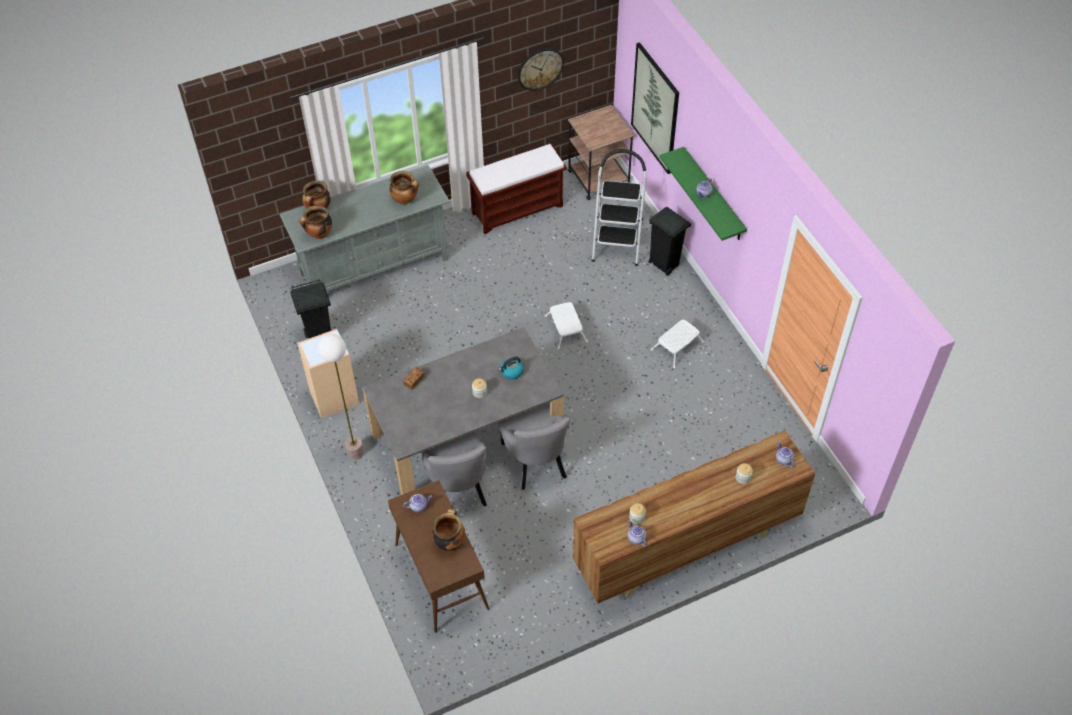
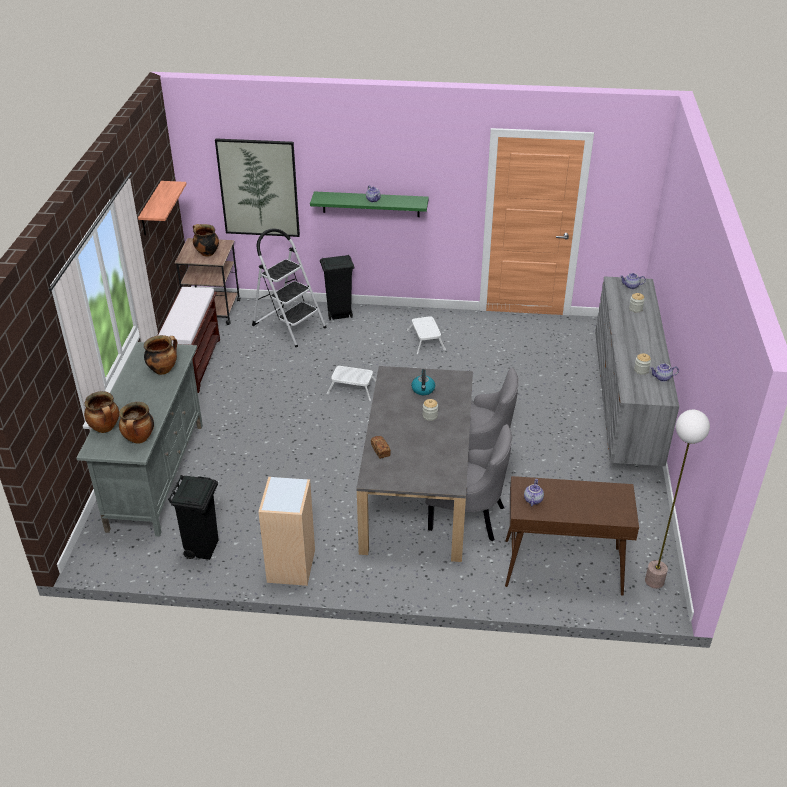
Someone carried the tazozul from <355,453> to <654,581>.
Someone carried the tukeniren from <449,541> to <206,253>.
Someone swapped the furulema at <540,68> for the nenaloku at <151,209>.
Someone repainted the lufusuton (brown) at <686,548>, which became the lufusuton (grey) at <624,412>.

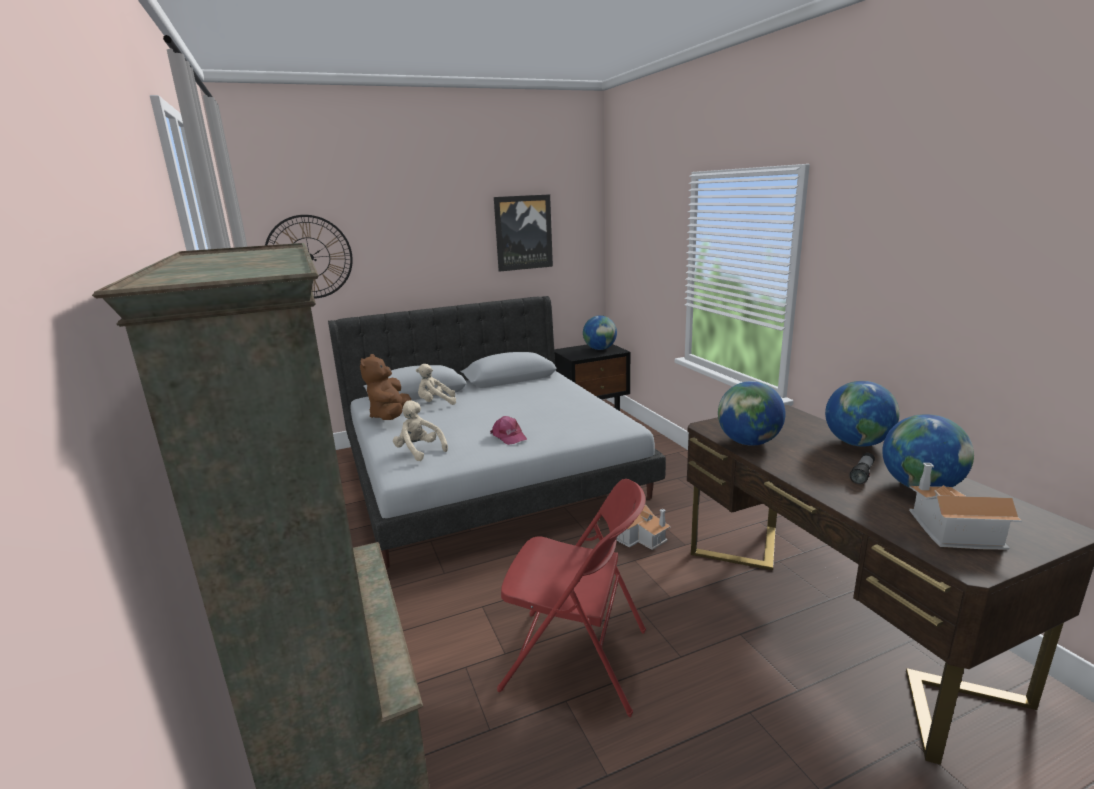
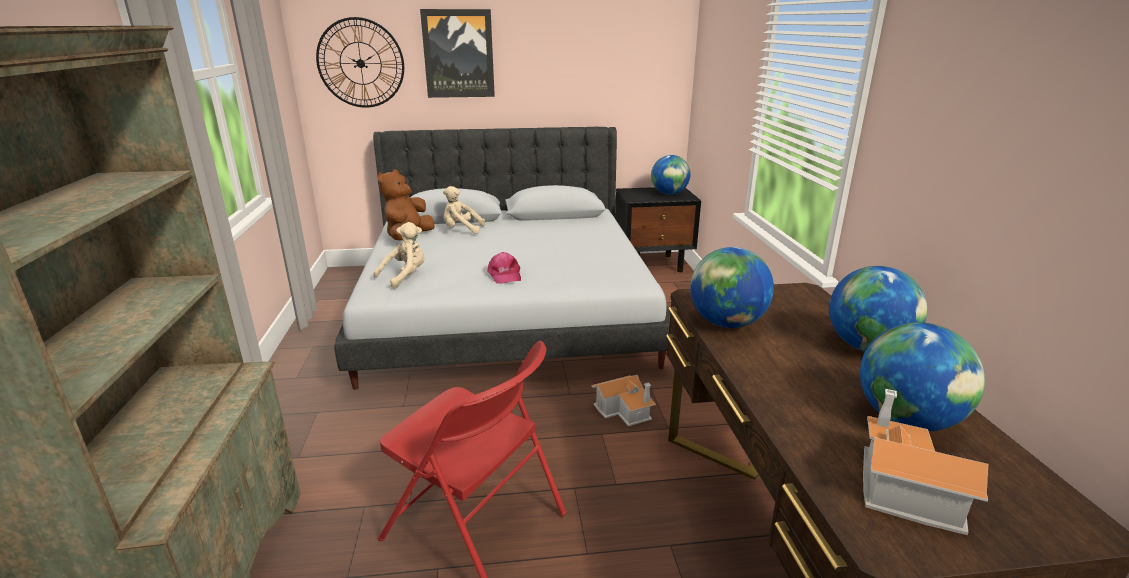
Someone took away the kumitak at <862,474>.
Someone carried the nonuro from <523,232> to <458,54>.
Someone rotated the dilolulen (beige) at <419,451> by 75 degrees clockwise.

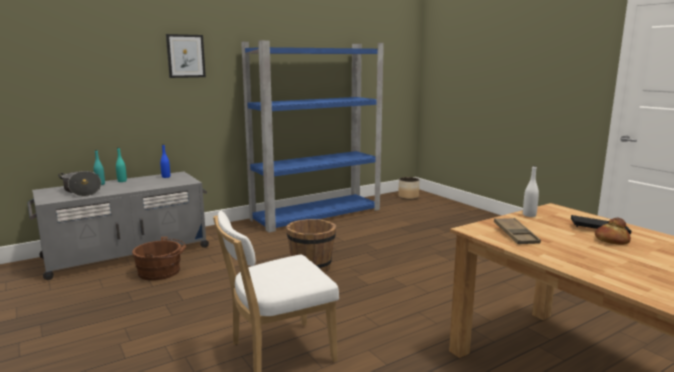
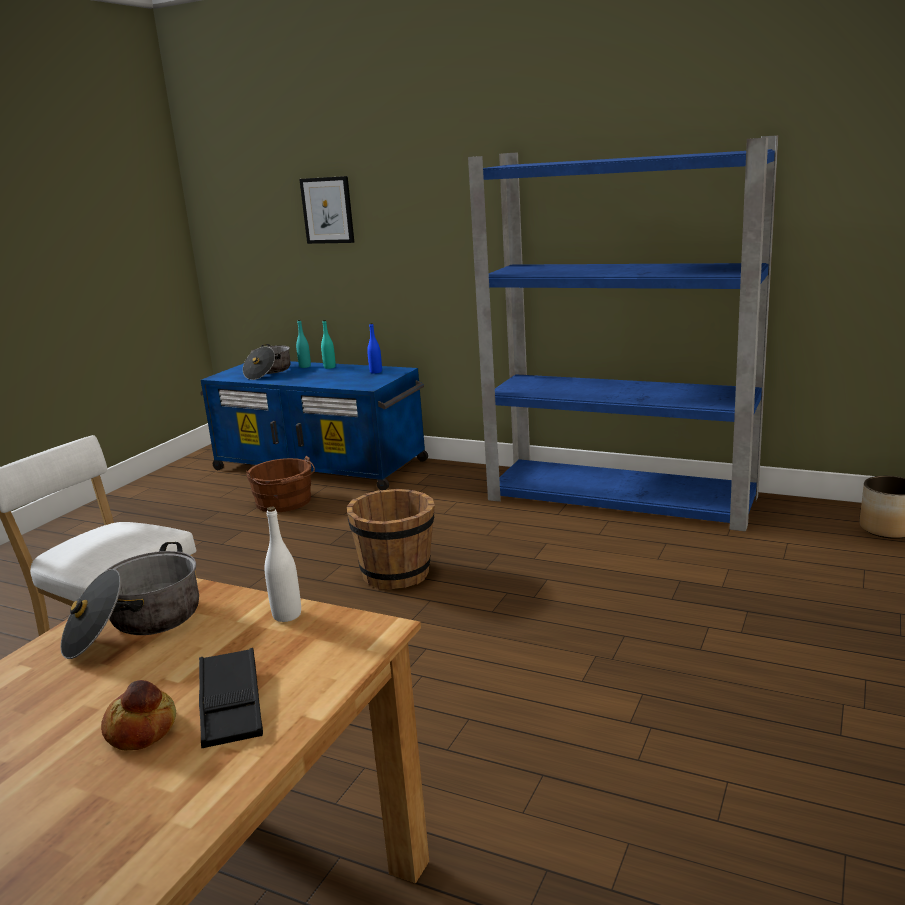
Someone carried the nonuro from <186,56> to <327,210>.
Someone swapped the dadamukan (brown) at <515,235> for the tukeniren at <136,625>.
Someone repainted the lufusuton (grey) at <128,252>, which became the lufusuton (blue) at <320,465>.

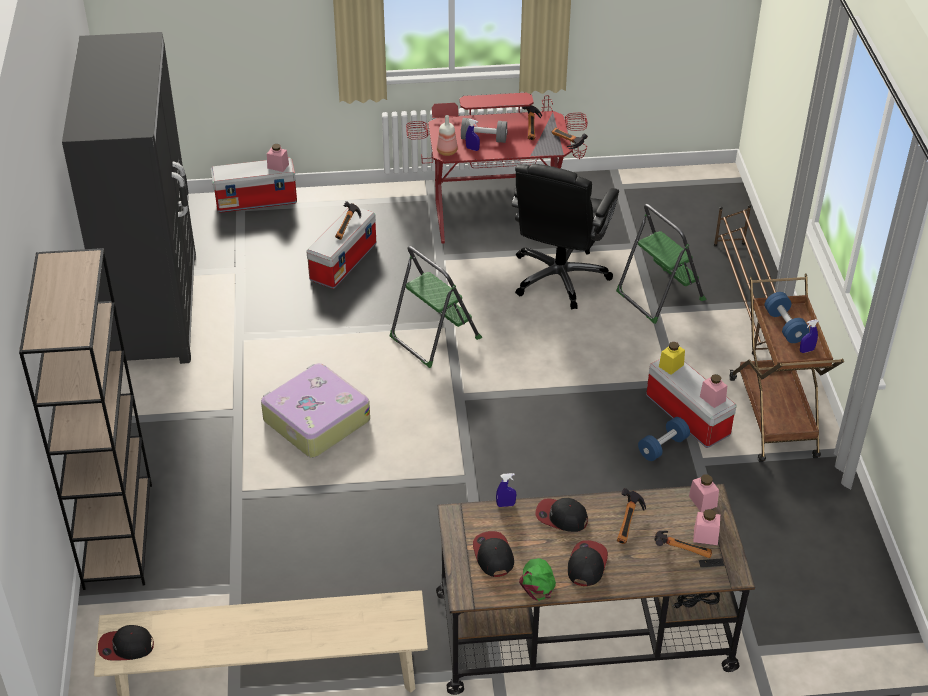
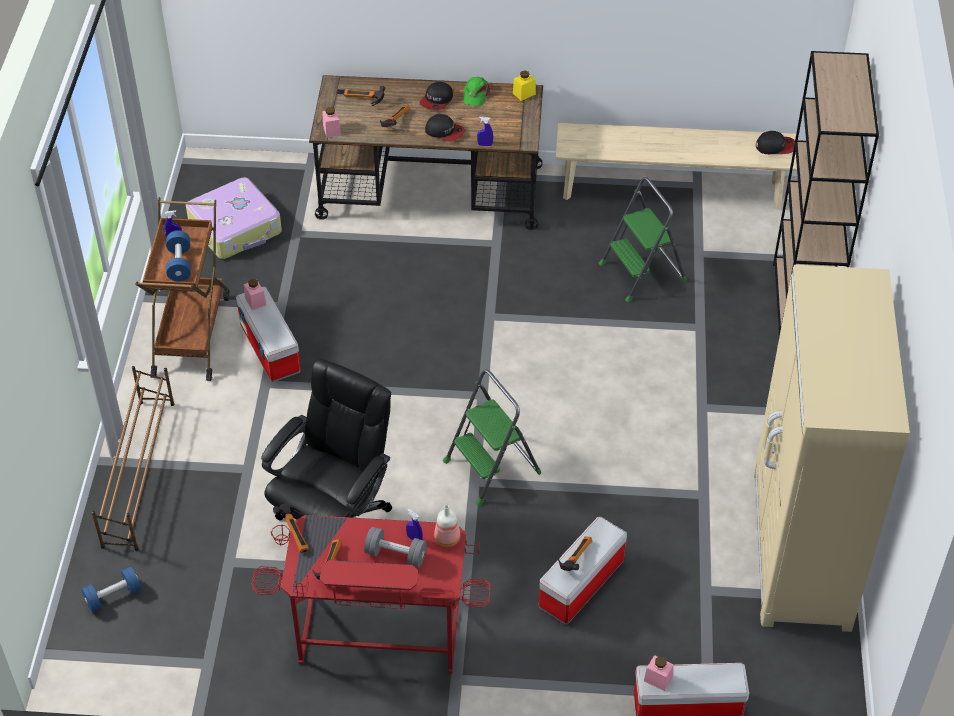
Someone took away the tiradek at <493,555>.
Someone took away the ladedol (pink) at <705,536>.
Someone carried the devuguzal from <315,420> to <236,228>.
Someone carried the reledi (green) from <657,296> to <645,271>.
Someone carried the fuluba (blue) from <663,447> to <113,596>.
Someone carried the ladedol (yellow) from <671,366> to <524,93>.
Someone repainted the lufusuton (black) at <156,306>, which became the lufusuton (beige) at <799,548>.

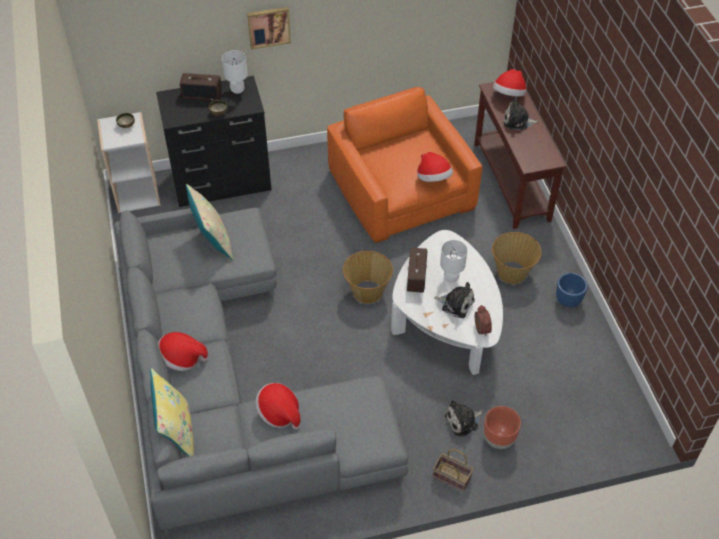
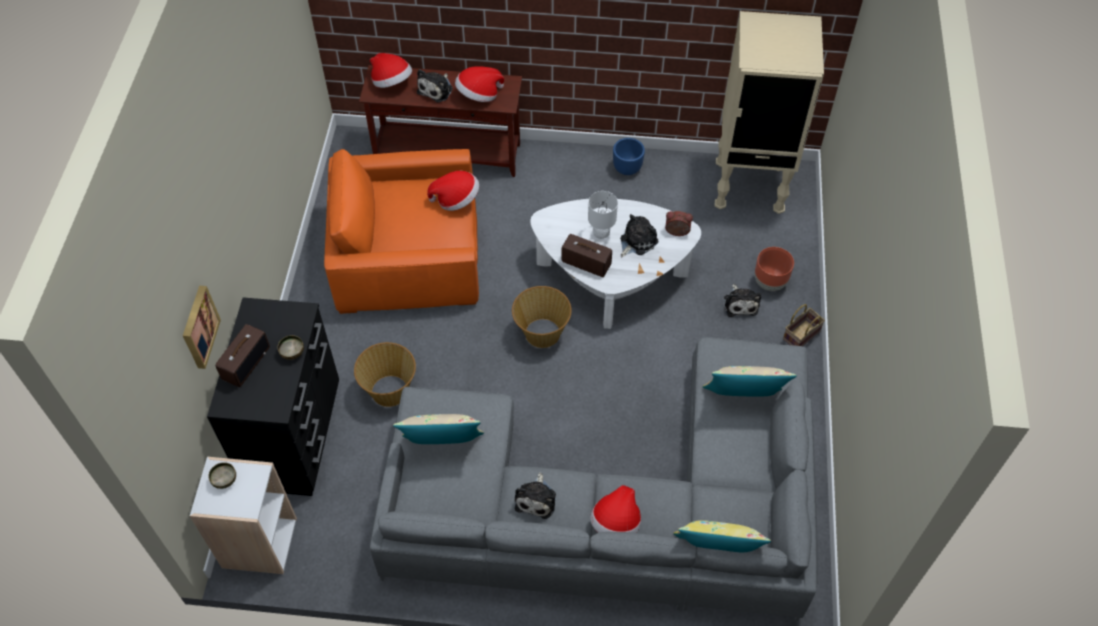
Someone took away the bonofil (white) at <238,91>.
Someone put down the dilolulen at <536,499>.
Someone put down the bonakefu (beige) at <742,400>.
Someone put down the lufusuton (beige) at <750,186>.
Someone carried the nonuro from <268,26> to <198,327>.
Someone carried the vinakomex from <279,413> to <479,95>.
Someone carried the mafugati from <512,272> to <389,390>.

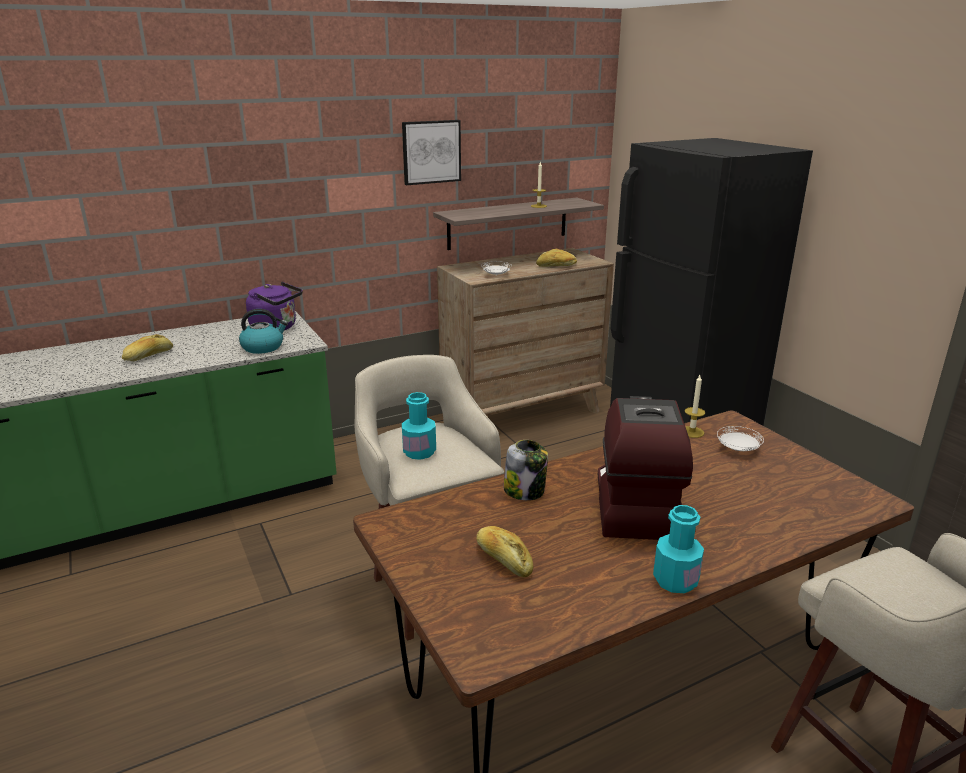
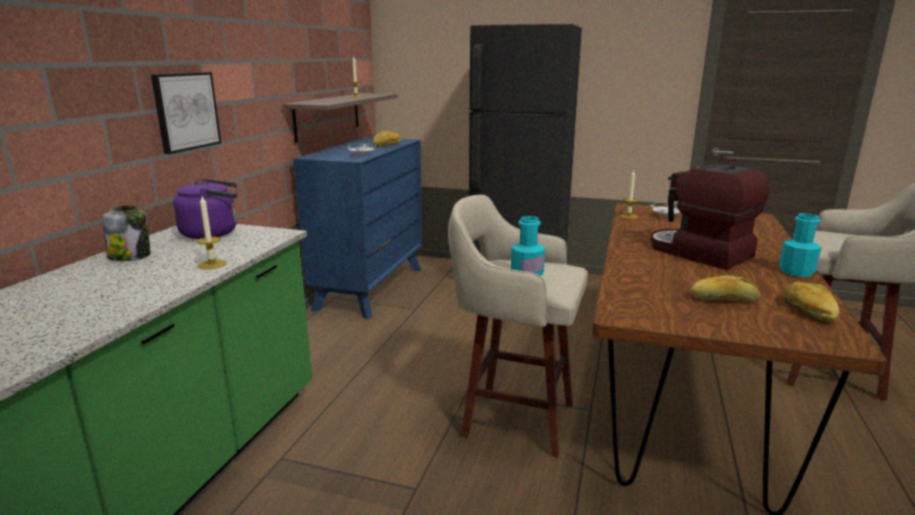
Someone took away the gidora at <263,347>.
Someone put down the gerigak at <212,264>.
Someone carried the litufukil from <148,356> to <808,311>.
Someone carried the nonuro from <431,152> to <186,111>.
Someone carried the ladedol from <525,491> to <131,256>.
Someone repainted the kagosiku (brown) at <522,413>, which became the kagosiku (blue) at <370,288>.

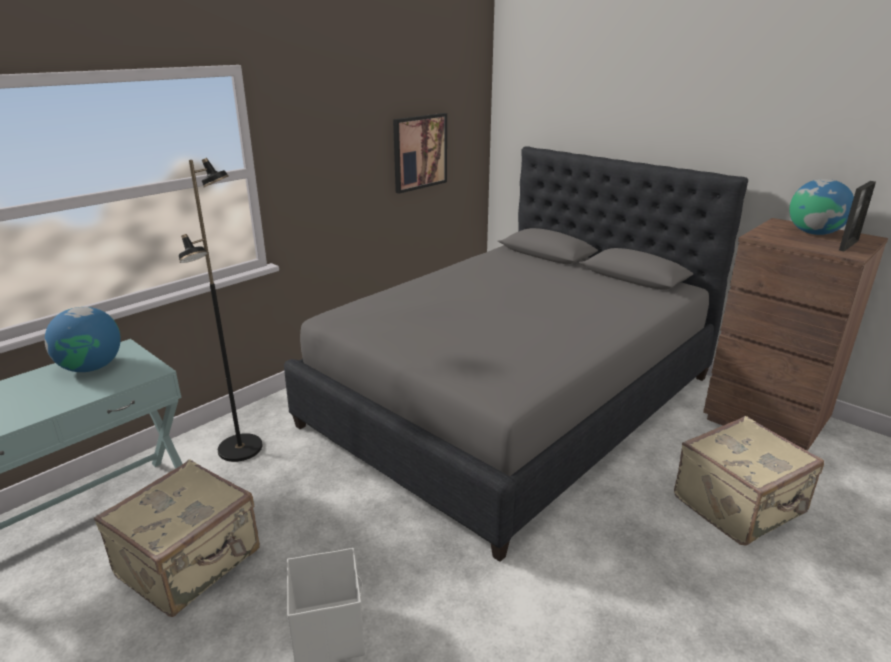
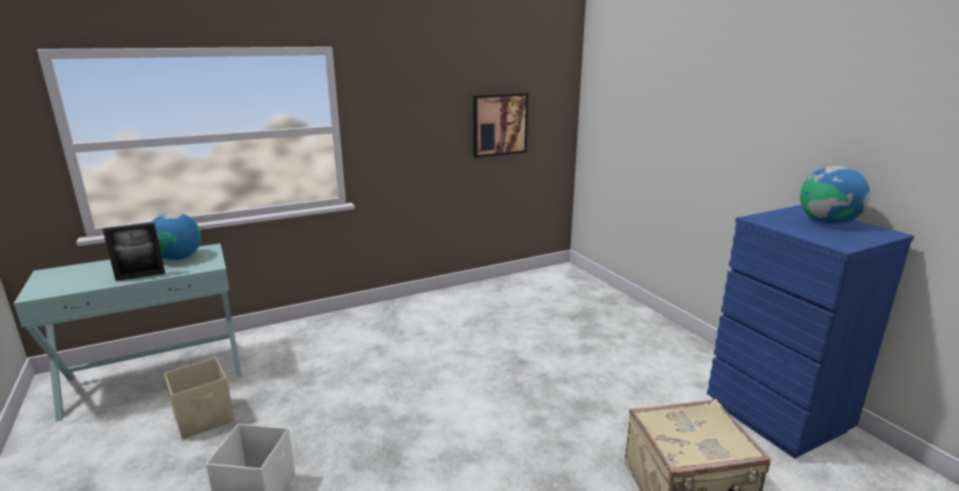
Someone took away the tazozul (black) at <241,448>.
Someone took away the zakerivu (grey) at <514,400>.
Someone carried the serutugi from <848,245> to <140,276>.
Someone swapped the devuguzal (beige) at <191,563> for the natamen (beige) at <205,418>.
Someone repainted the kagosiku (brown) at <766,420>, which became the kagosiku (blue) at <779,416>.

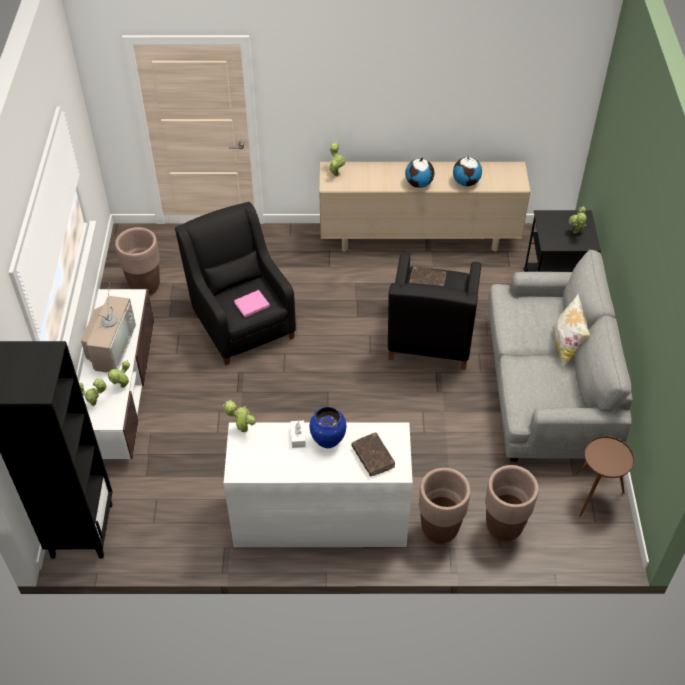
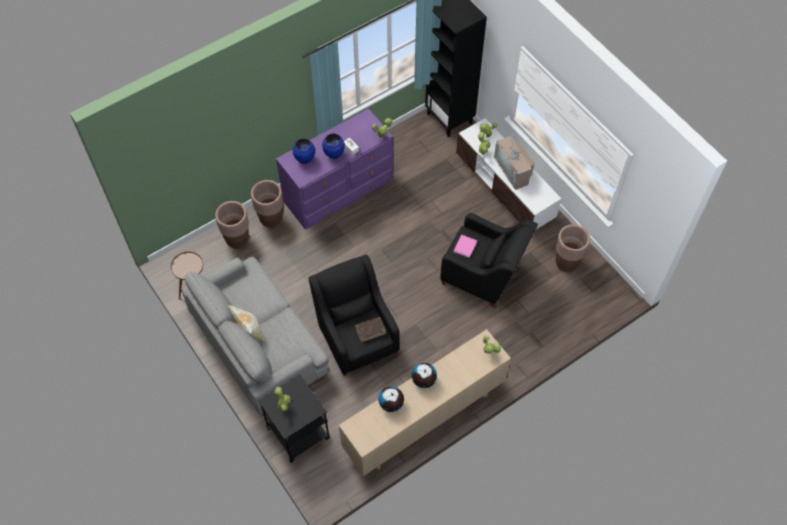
Someone swapped the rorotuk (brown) at <373,457> for the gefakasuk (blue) at <304,159>.
Someone repainted the kagosiku (white) at <319,516>, which became the kagosiku (purple) at <339,190>.

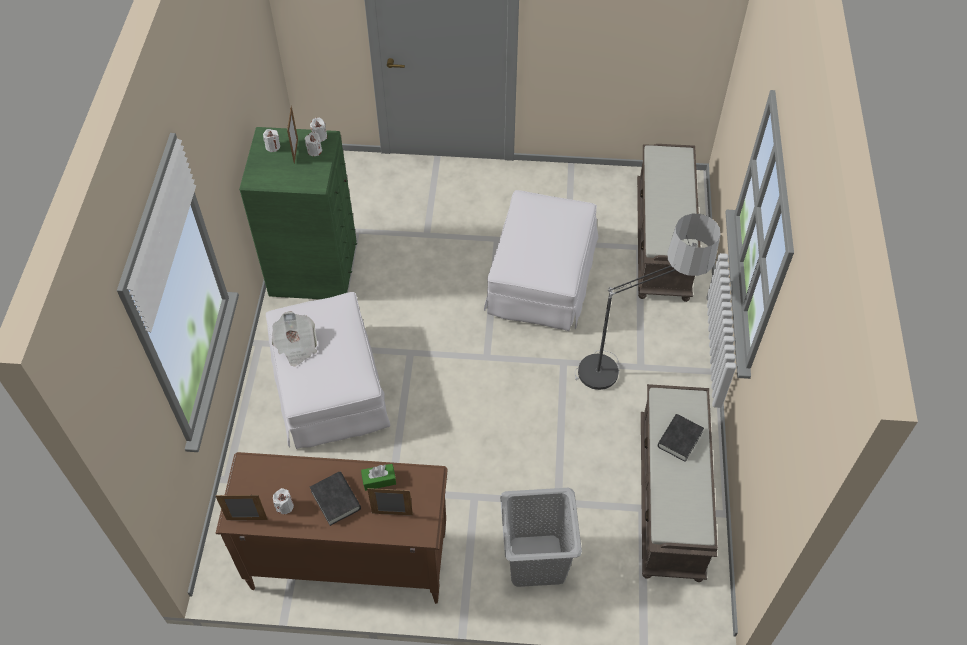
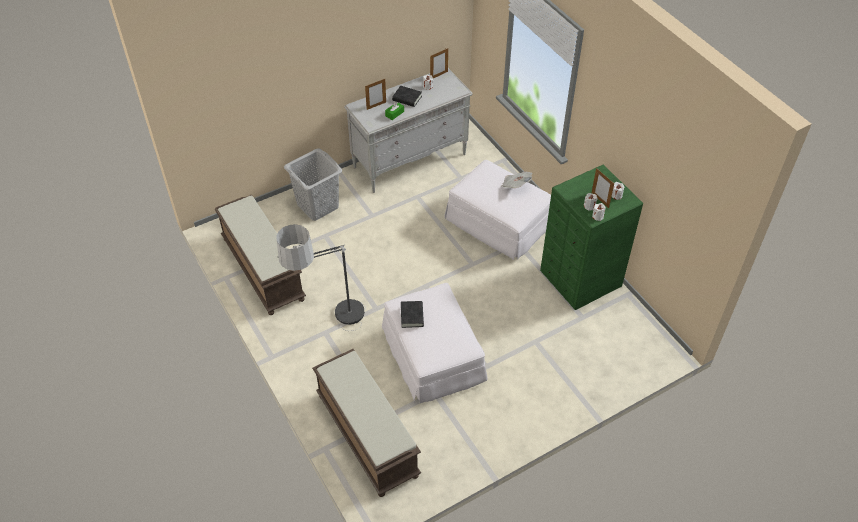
Someone carried the rorotuk (black) from <679,439> to <412,316>.
Someone repainted the kagosiku (brown) at <348,560>, which became the kagosiku (white) at <411,161>.

